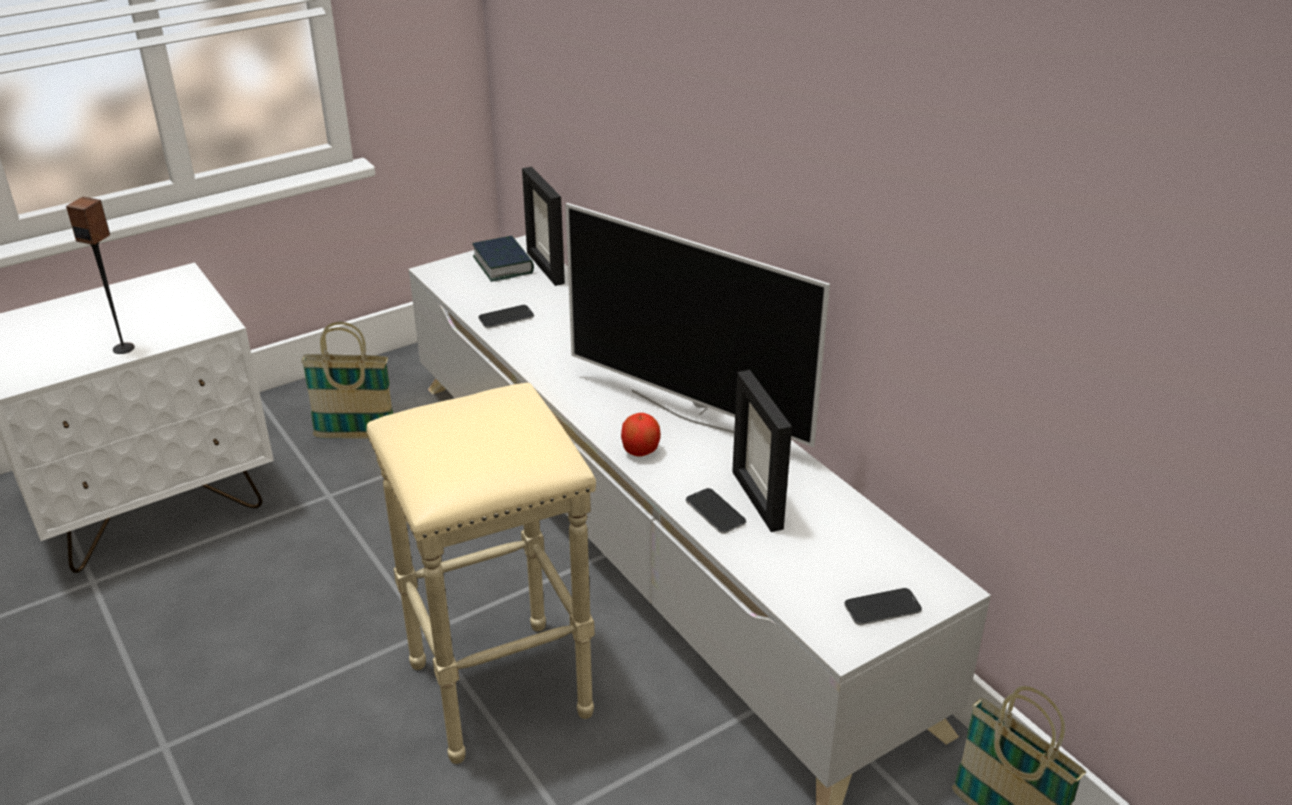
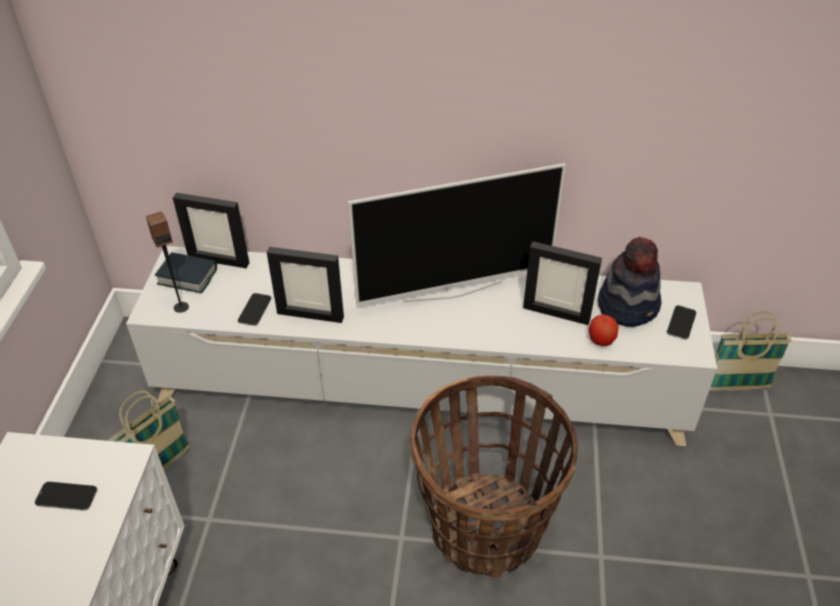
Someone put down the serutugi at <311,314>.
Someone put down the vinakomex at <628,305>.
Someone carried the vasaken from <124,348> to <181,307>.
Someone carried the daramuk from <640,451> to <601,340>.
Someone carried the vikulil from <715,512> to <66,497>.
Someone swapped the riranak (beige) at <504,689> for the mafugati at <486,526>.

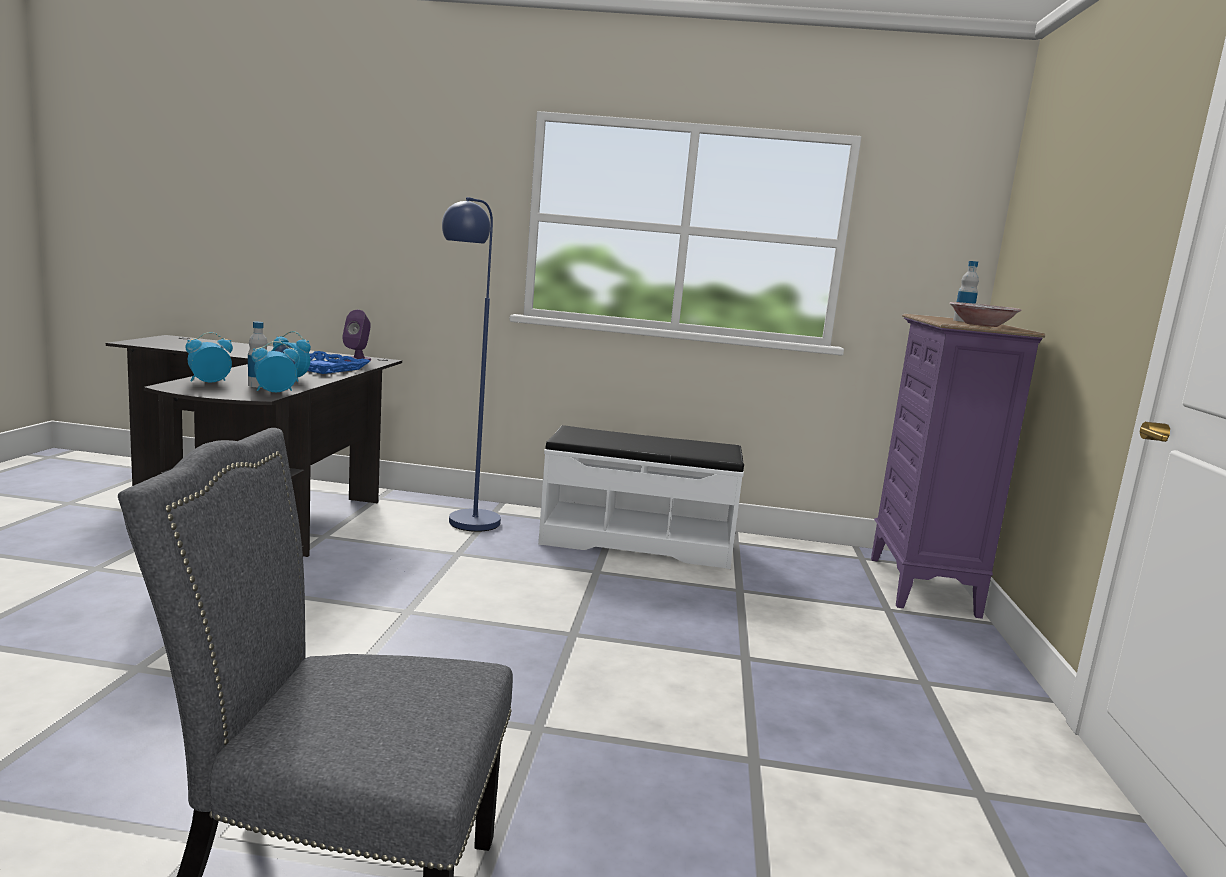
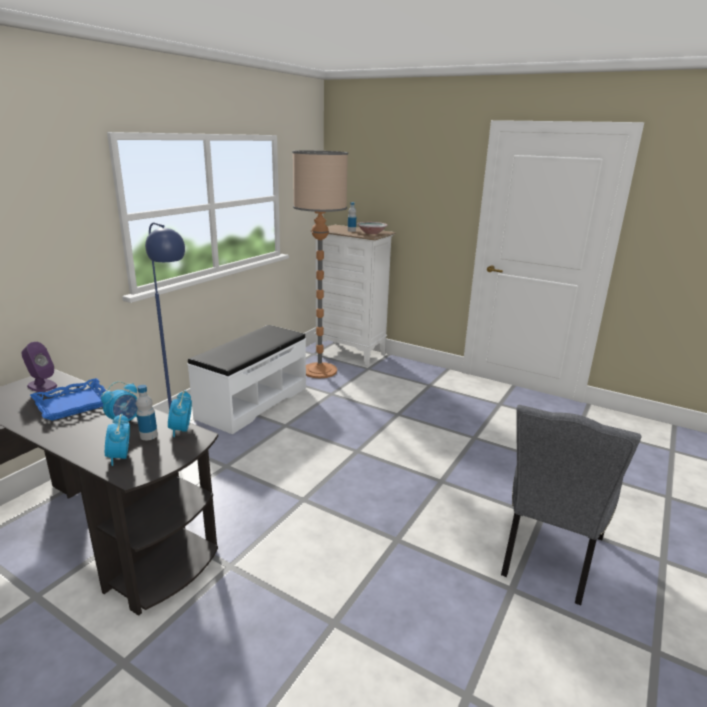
Someone put down the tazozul at <320,371>.
Someone repainted the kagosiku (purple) at <920,587>, which became the kagosiku (white) at <350,354>.

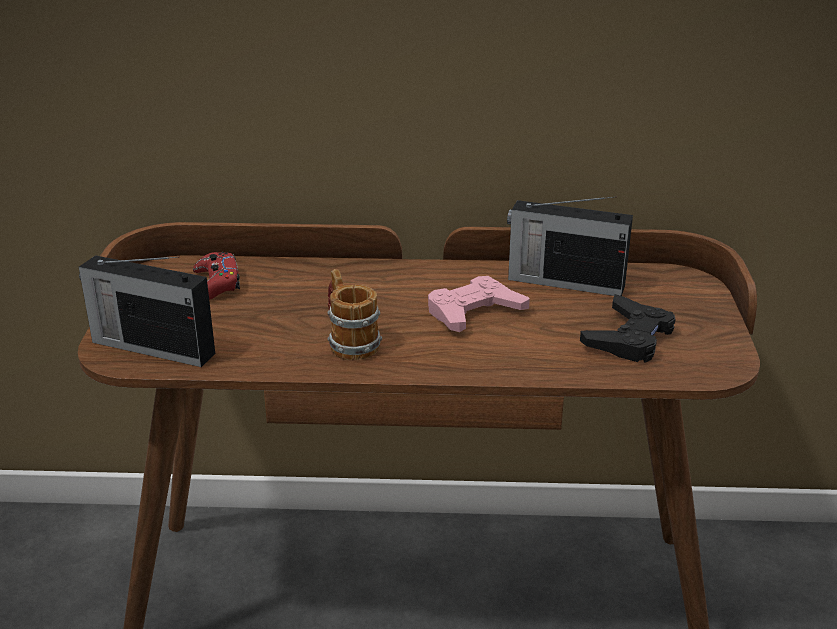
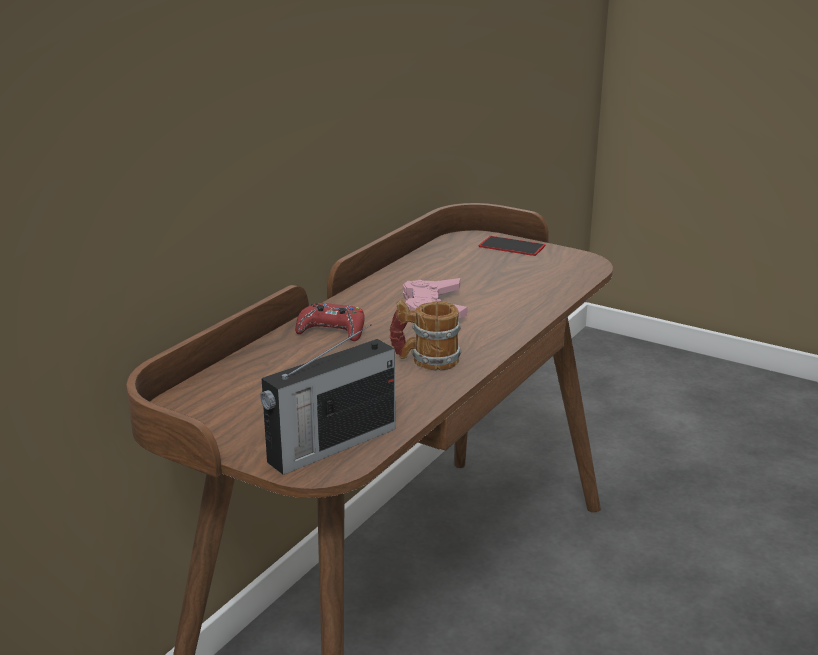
Someone took away the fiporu at <563,282>.
Someone took away the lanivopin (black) at <629,338>.
Someone put down the vikulil at <512,246>.
Someone carried the lanivopin (red) from <217,284> to <332,330>.

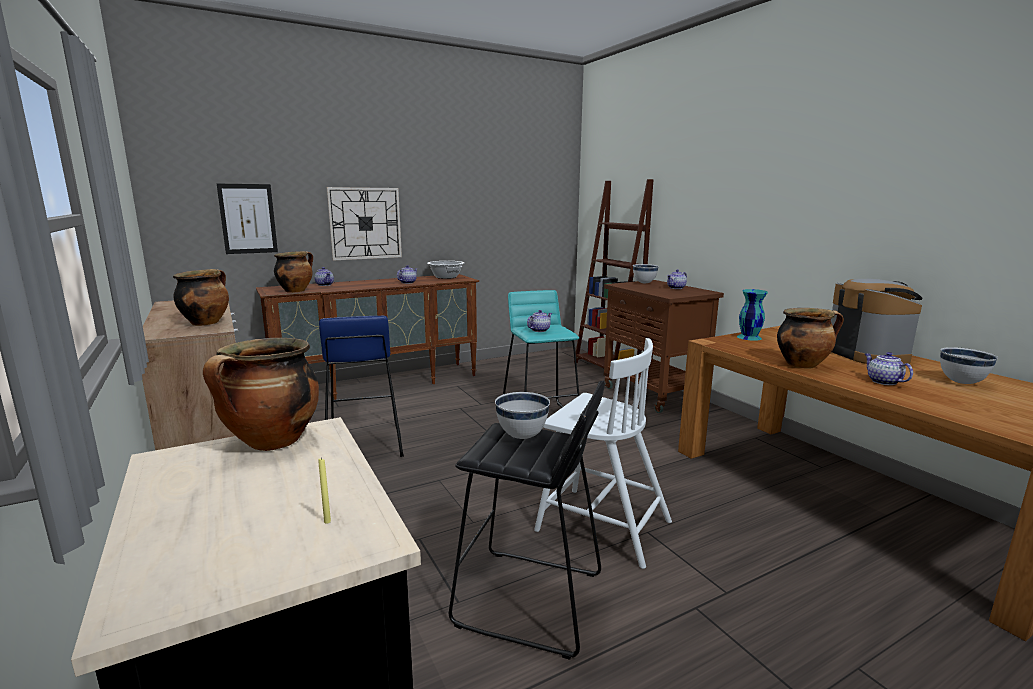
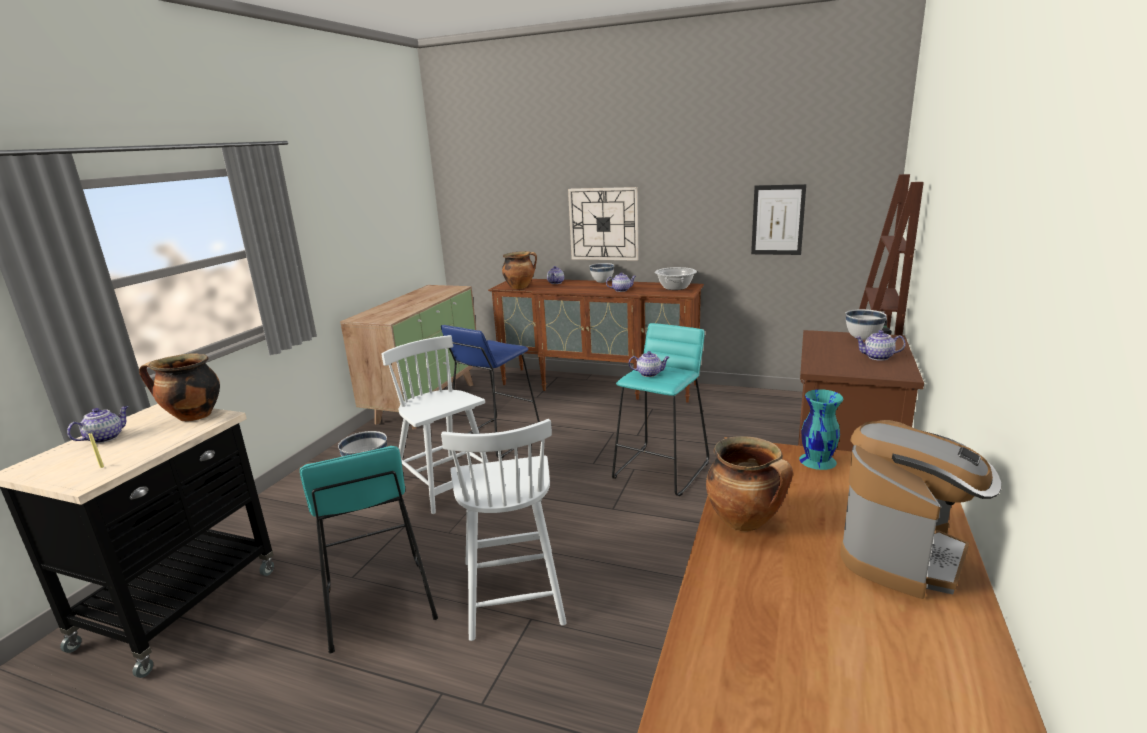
Someone took away the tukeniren at <206,322>.
Someone put down the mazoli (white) at <445,484>.
Someone carried the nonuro from <248,219> to <777,220>.
Someone carried the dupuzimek from <883,381> to <105,438>.
Someone carried the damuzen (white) from <961,382> to <602,282>.
Someone repainted the riranak (black) at <530,600>, which became the riranak (turquoise) at <378,605>.

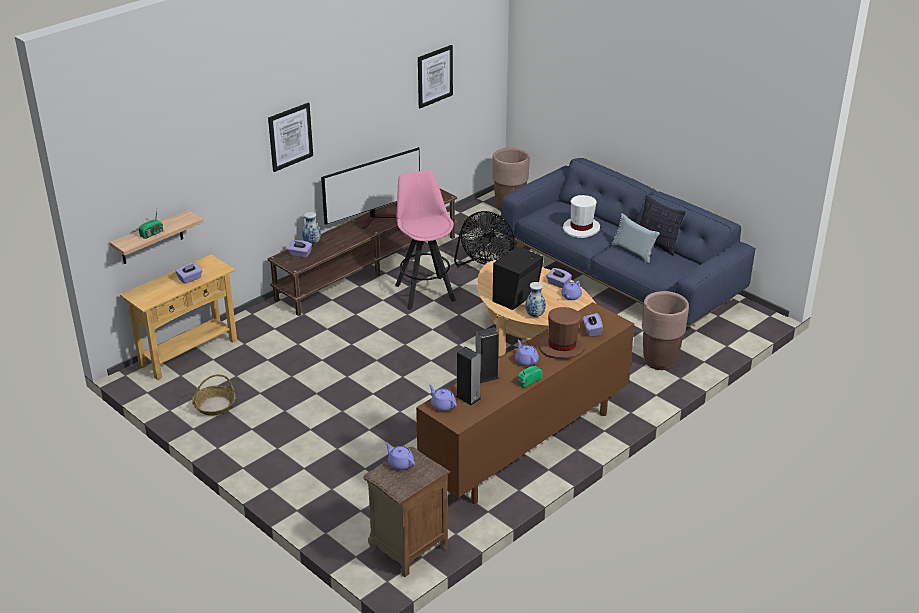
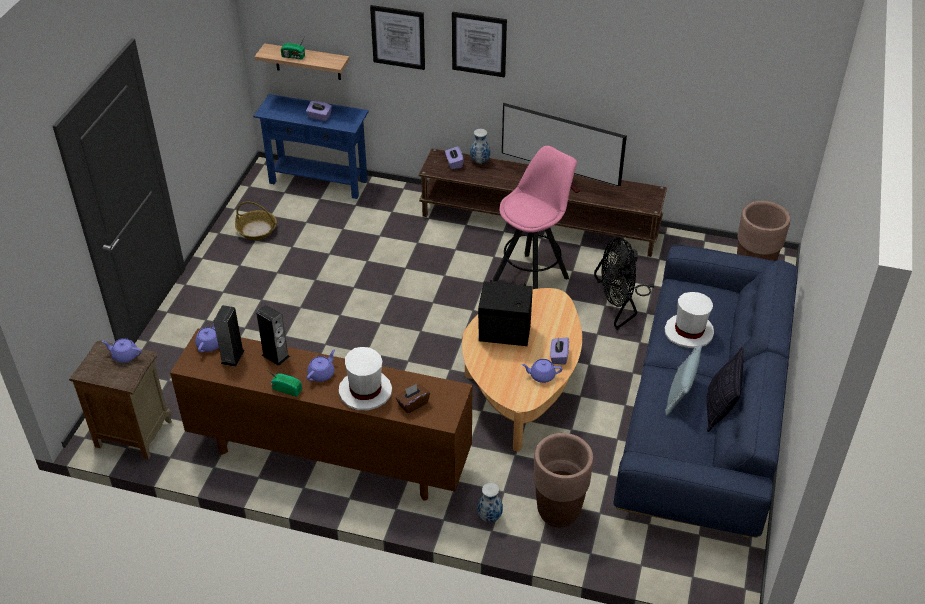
Someone carried the nonuro from <434,76> to <398,37>.
Someone carried the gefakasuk from <534,315> to <489,516>.
Someone repainted the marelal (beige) at <188,353>, which became the marelal (blue) at <318,181>.
Someone repainted the vinakomex (brown) at <562,347>, which became the vinakomex (white) at <365,391>.
Someone repainted the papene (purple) at <592,331>, which became the papene (brown) at <413,404>.
Someone rotated the dupuzimek (purple) at <400,463> by 90 degrees counterclockwise.

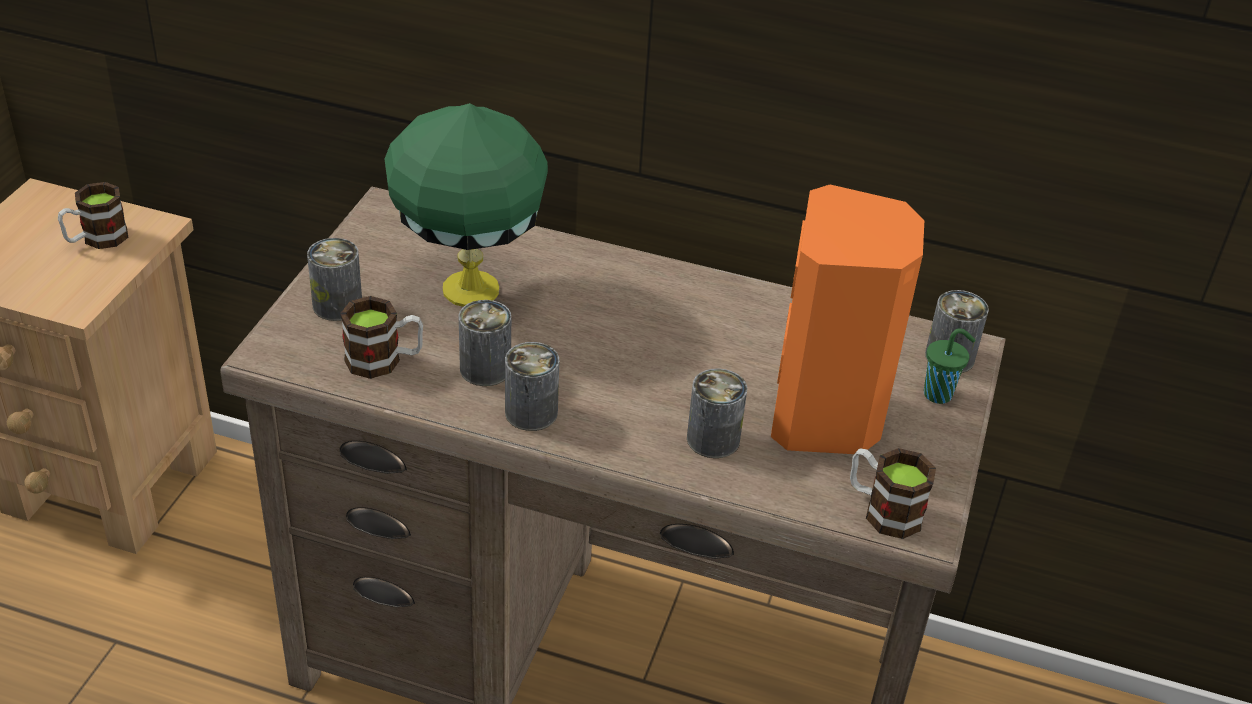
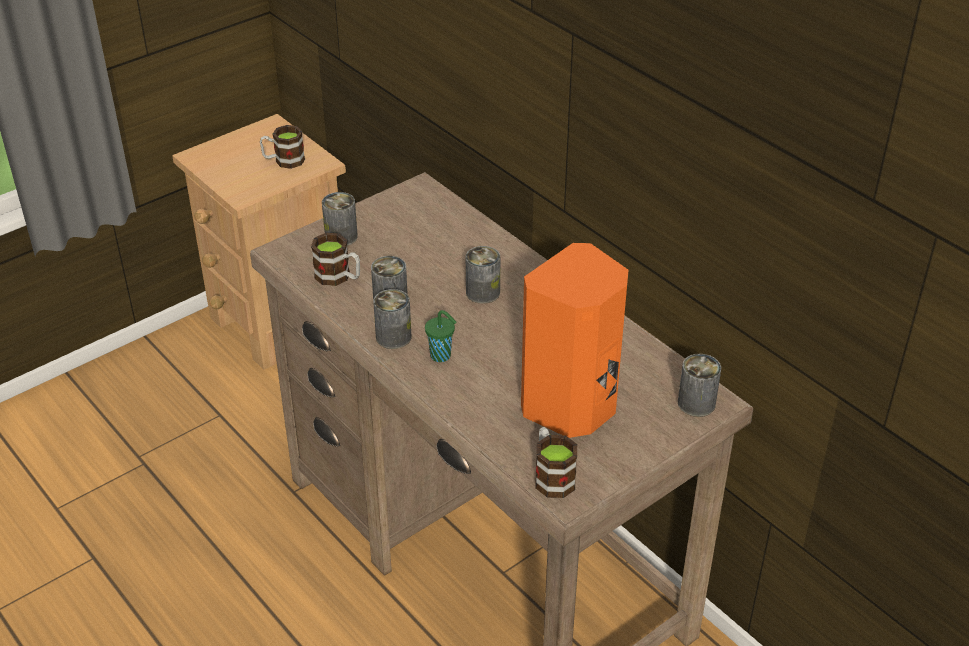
Someone took away the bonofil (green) at <468,291>.
Someone carried the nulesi from <713,439> to <483,292>.
Someone carried the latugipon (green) from <939,394> to <442,356>.

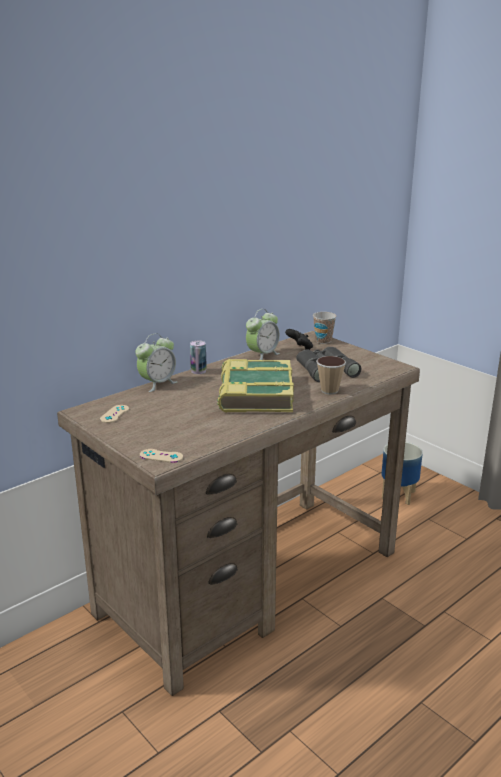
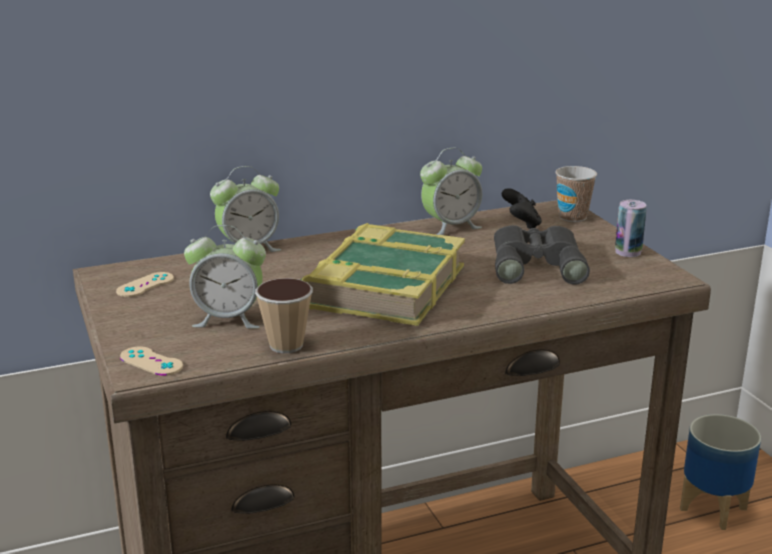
Someone put down the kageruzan at <228,319>.
Someone carried the nulesi from <198,371> to <628,252>.
Someone carried the latugipon from <329,390> to <286,345>.

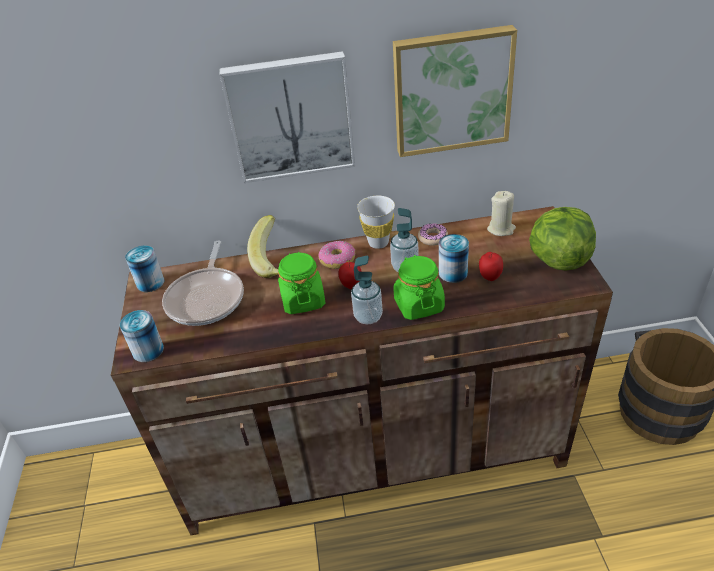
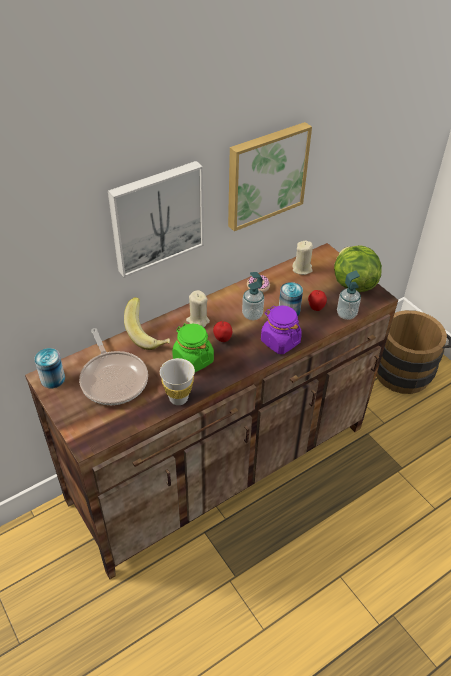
Someone took away the nulesi at <148,350>.
Someone carried the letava from <368,317> to <346,314>.
Someone carried the latugipon (white) from <378,243> to <178,398>.
Someone swapped the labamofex at <337,260> for the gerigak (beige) at <198,321>.
Someone repainted the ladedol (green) at <418,305>, which became the ladedol (purple) at <280,341>.

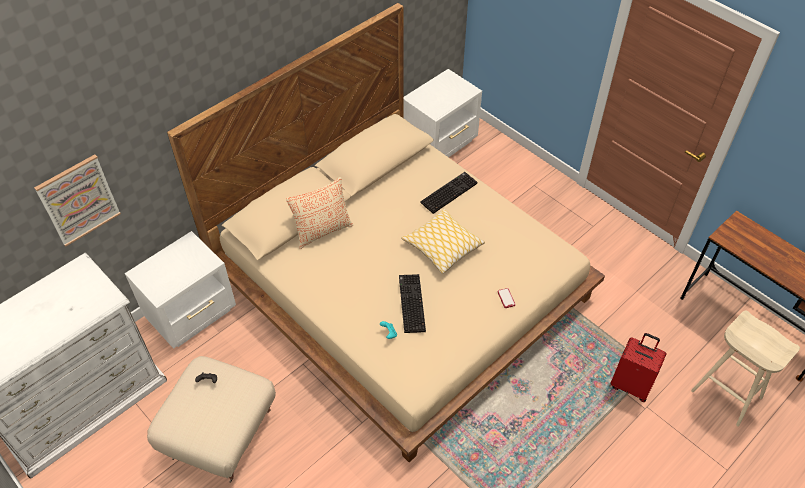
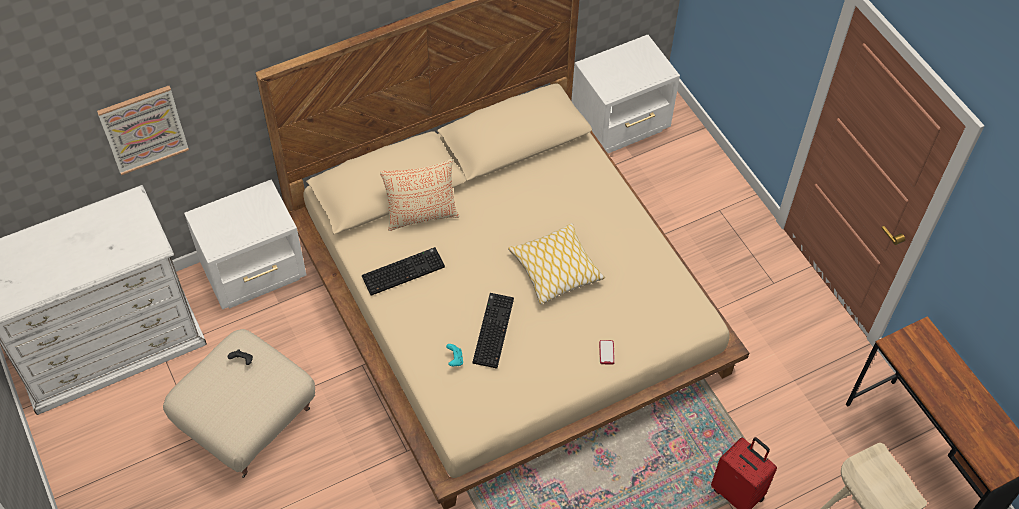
Someone carried the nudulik from <448,192> to <403,270>.

